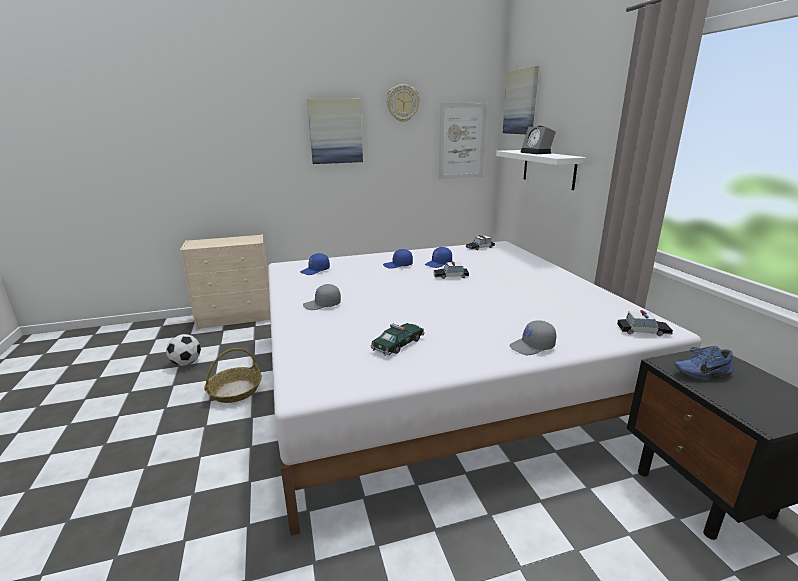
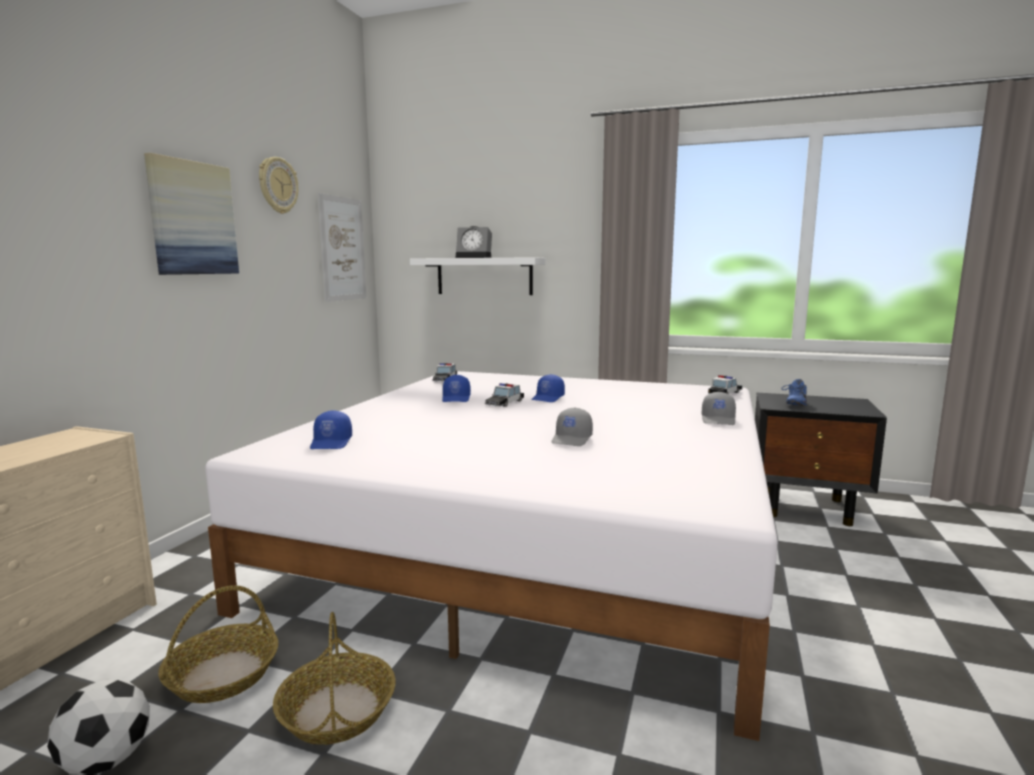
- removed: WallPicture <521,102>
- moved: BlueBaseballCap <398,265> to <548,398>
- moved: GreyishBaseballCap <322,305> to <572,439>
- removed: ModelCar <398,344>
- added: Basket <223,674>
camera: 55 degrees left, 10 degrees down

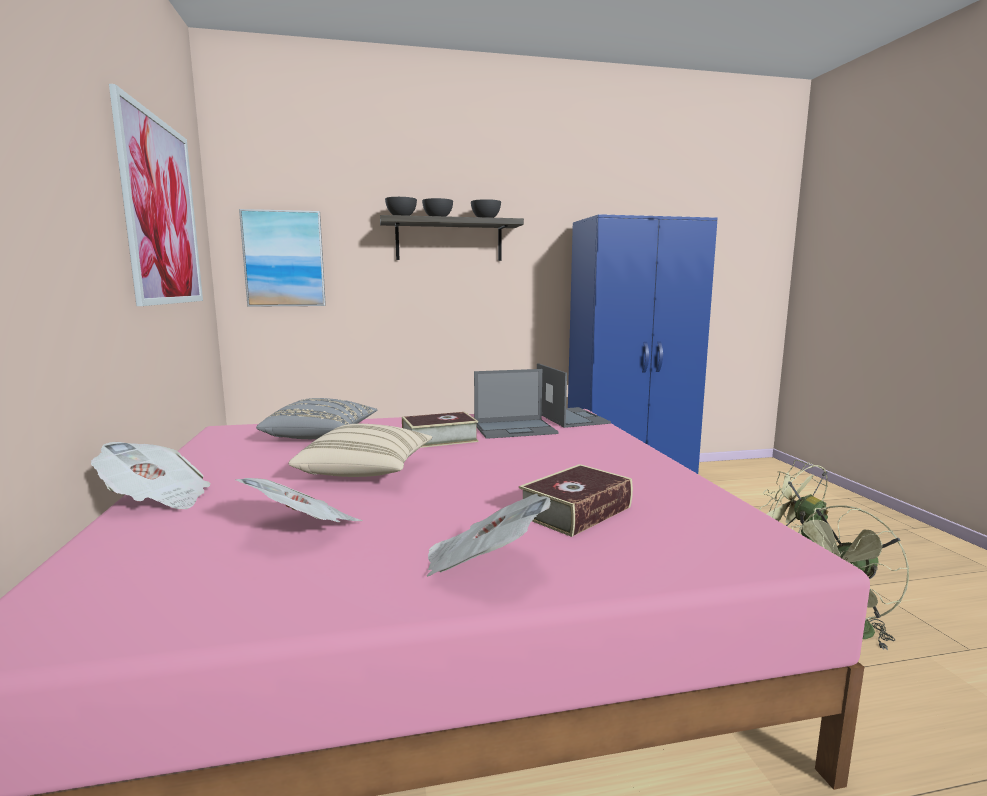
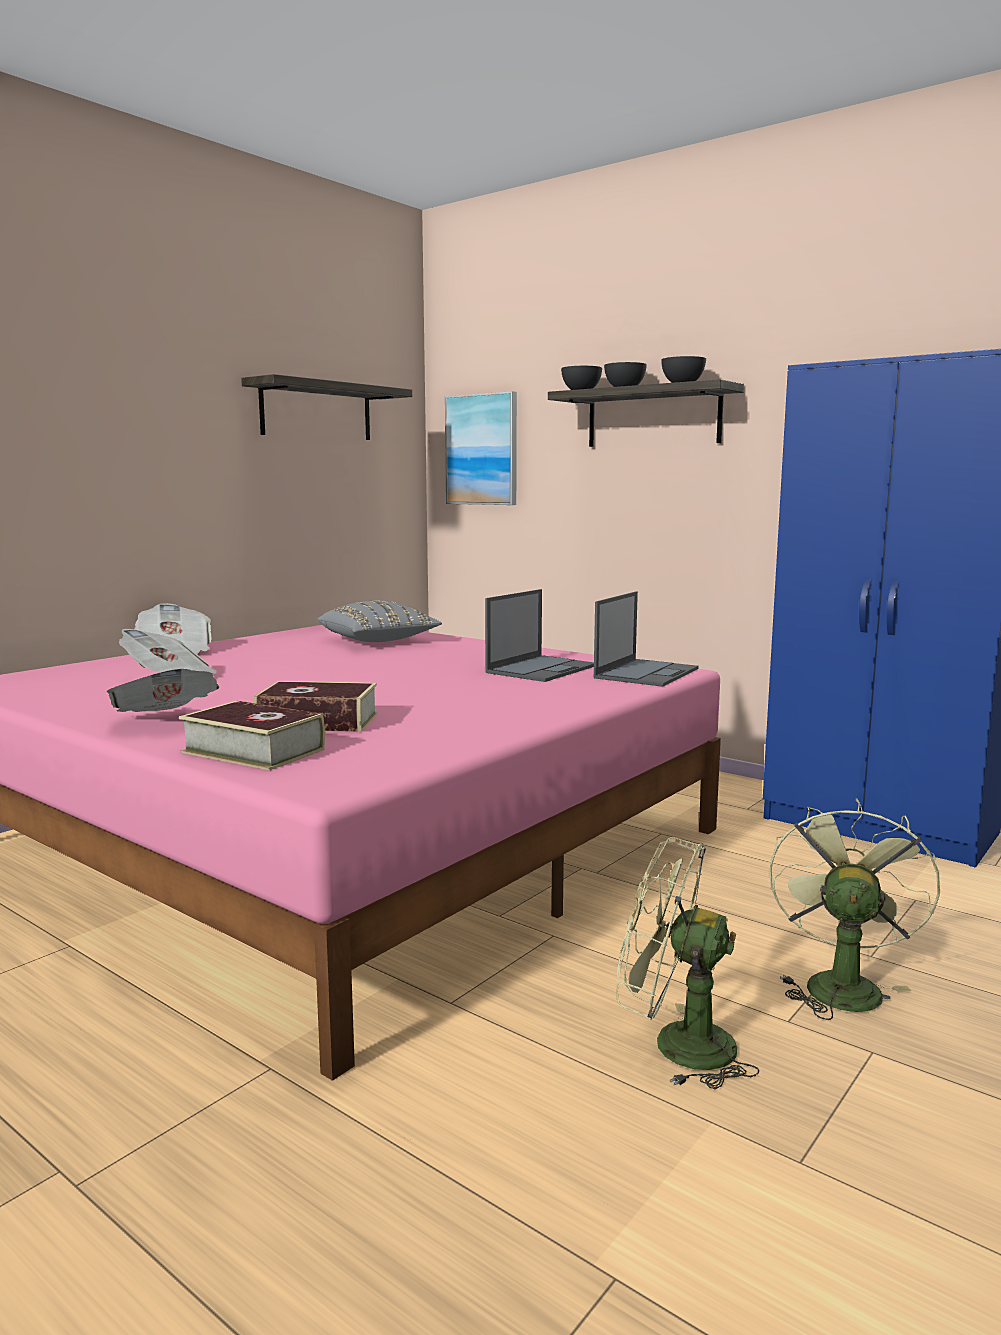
- replaced: WallPicture <162,212> to Shelf <316,411>
- turned: NotebookComputer <515,429> = <542,669> 90 degrees counterclockwise
- moved: Volume <439,439> to <253,750>
- removed: BeigeColouredPillow <366,471>
camera: 50 degrees right, 0 degrees up

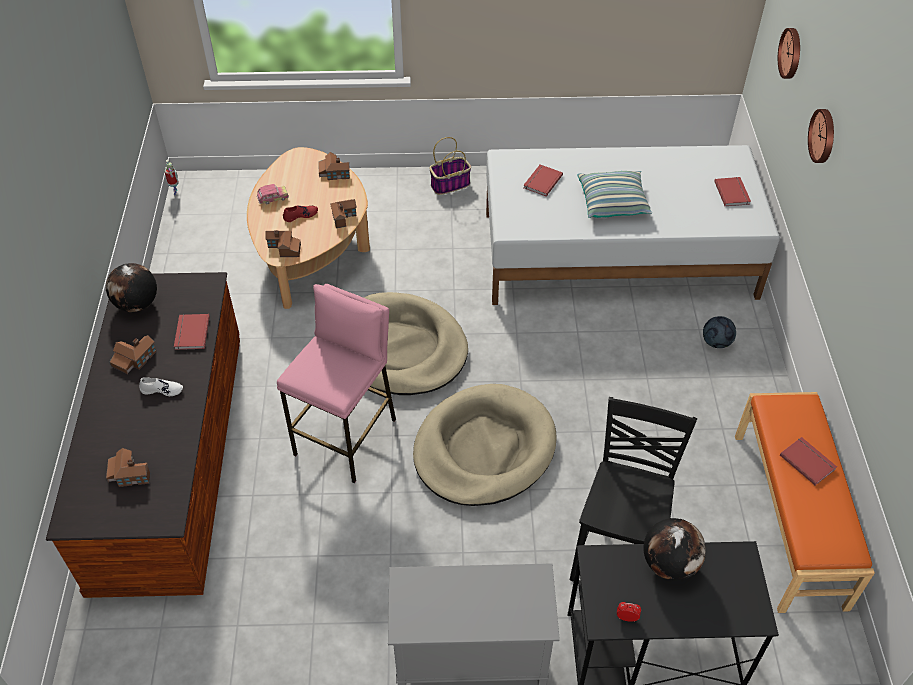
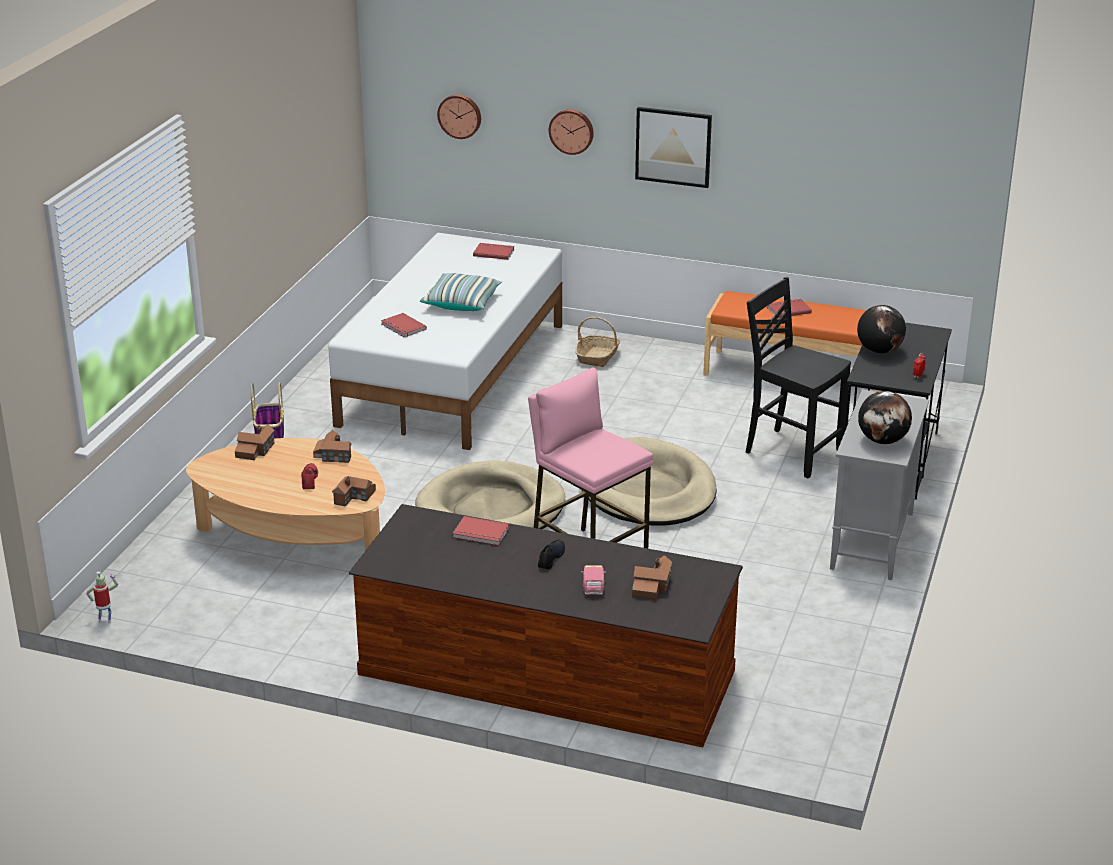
- moved: ModelCar <273,198> to <593,585>
- moved: Globe <137,304> to <883,441>
- replaced: BallForFootball <716,343> to Basket <597,356>
- removed: ToyHouse <134,359>
- recoloured: WhitishItemOfFootwear <162,389> to BlackColouredItemOfFootwear <550,558>
- added: WallPicture <673,146>
camera: 70 degrees left, 20 degrees down

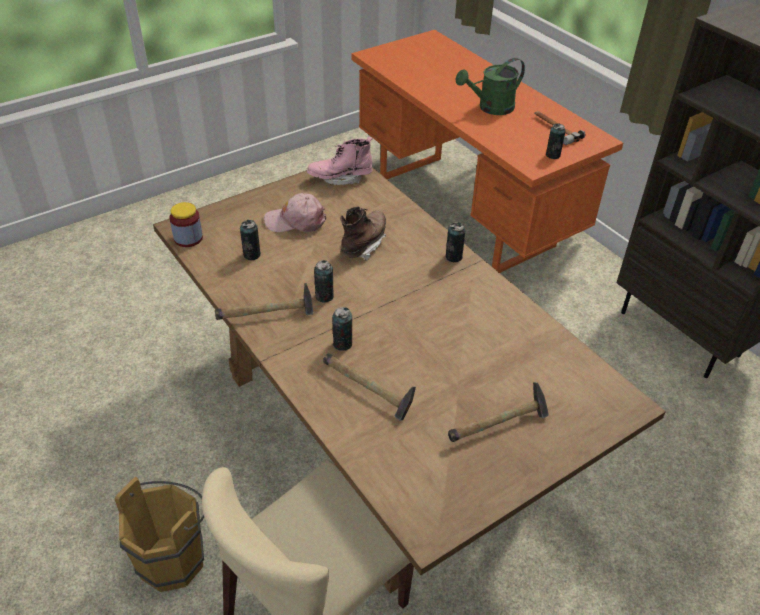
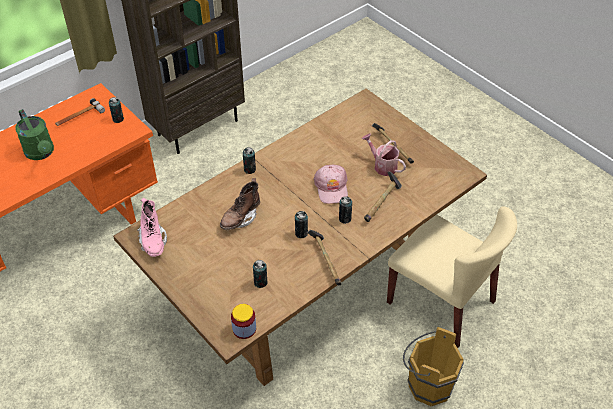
- moved: PinkishBaseballCap <296,220> to <331,187>
- turned: BrownishHighTopBoot <363,244> = <241,218> 75 degrees counterclockwise
- added: WateringPot <382,165>
camera: 95 degrees left, 5 degrees up

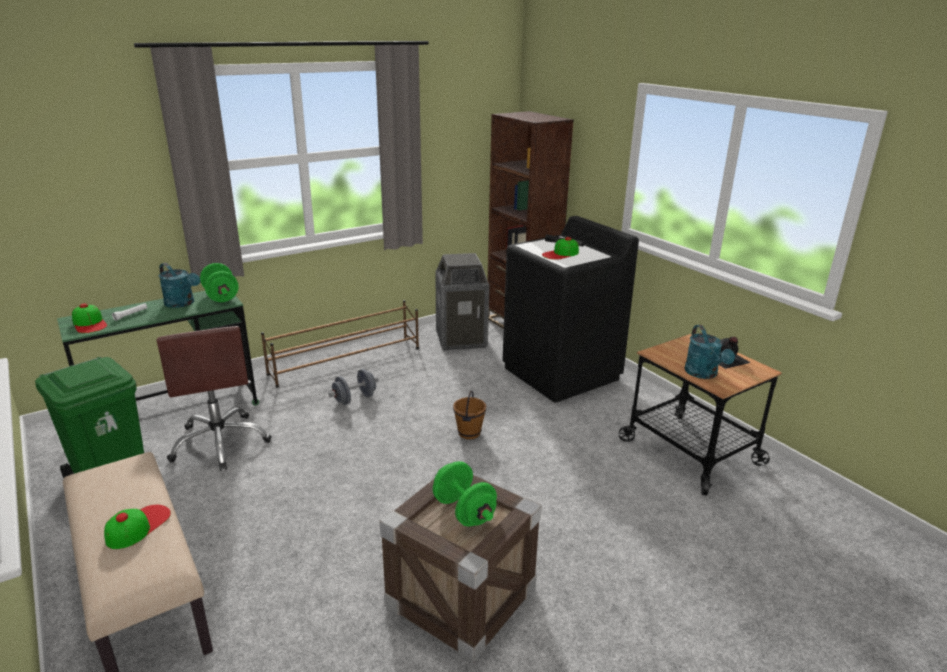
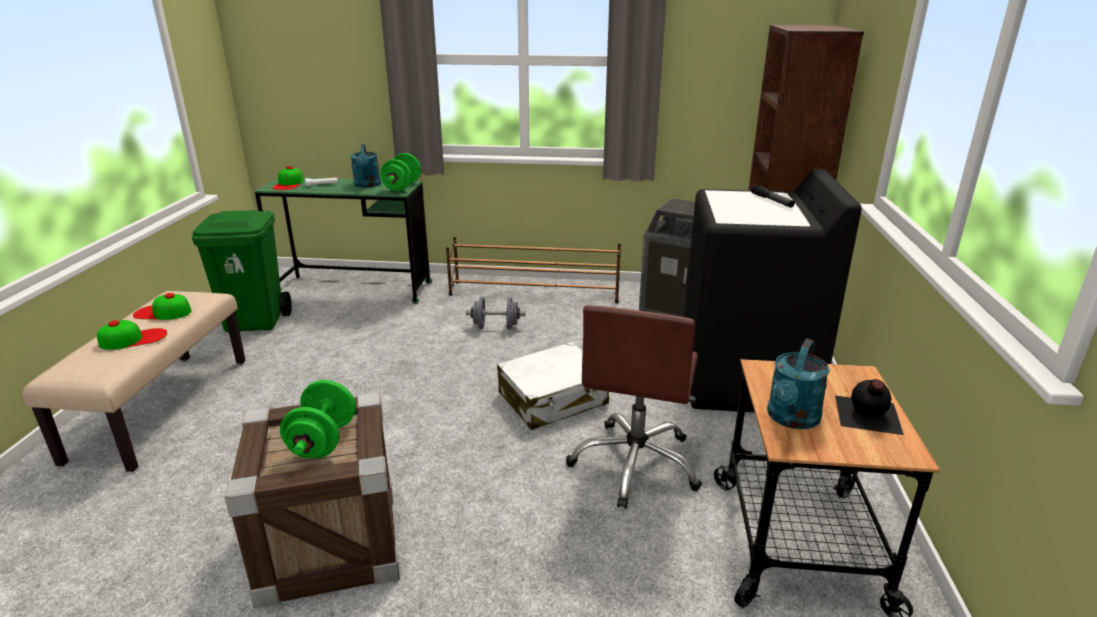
- moved: BaseballCap <560,254> to <162,312>
- moved: BrownishComputerChair <220,442> to <636,464>
- replaced: BrownishWaterBucket <468,433> to WhitishPieceOfLuggage <553,399>
camera: 40 degrees right, 0 degrees up

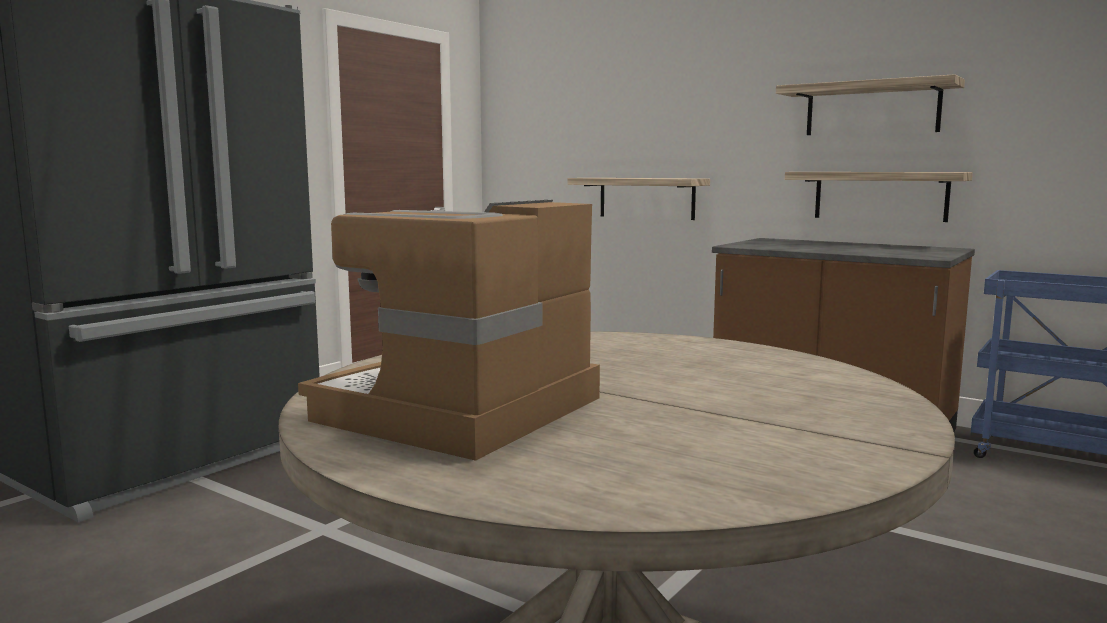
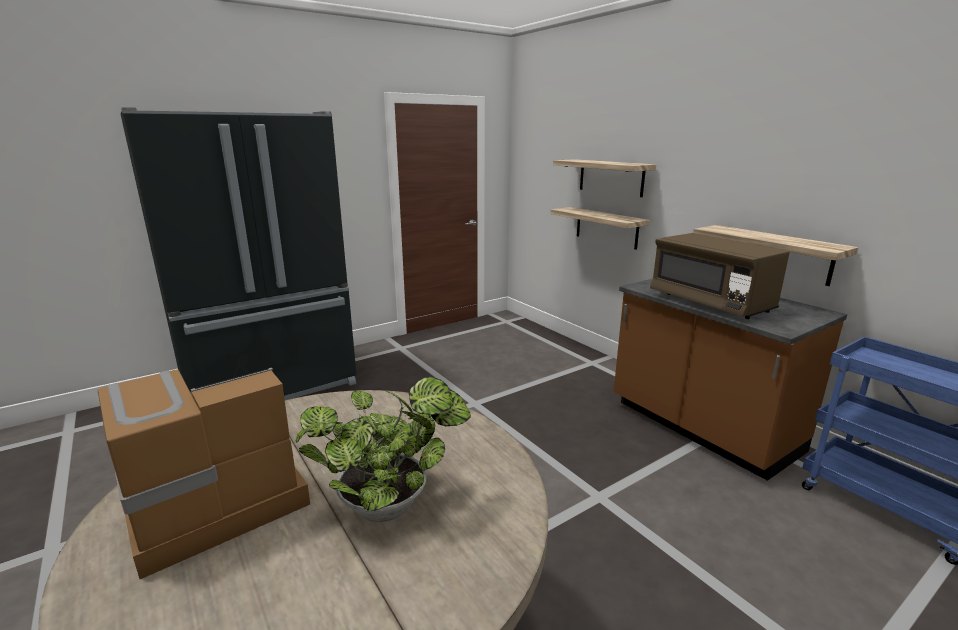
- moved: Shelf <872,109> to <611,177>
- added: BrownishMicrowaveOven <710,303>
- added: Houseplant <391,505>
camera: 20 degrees right, 10 degrees up

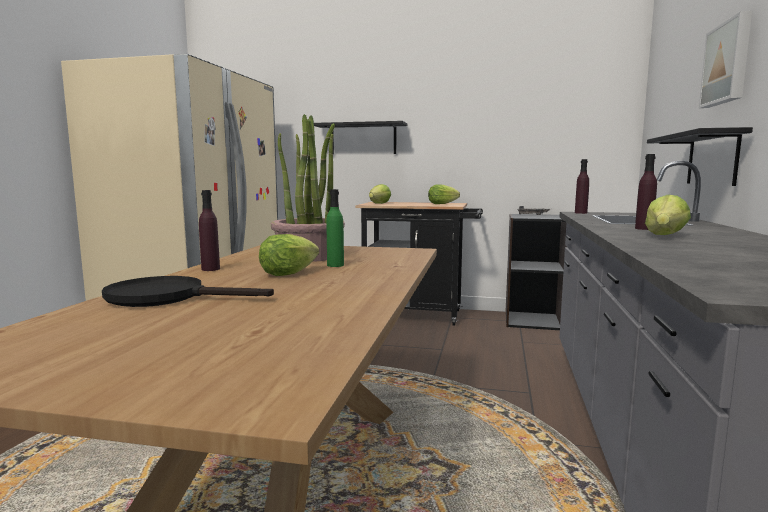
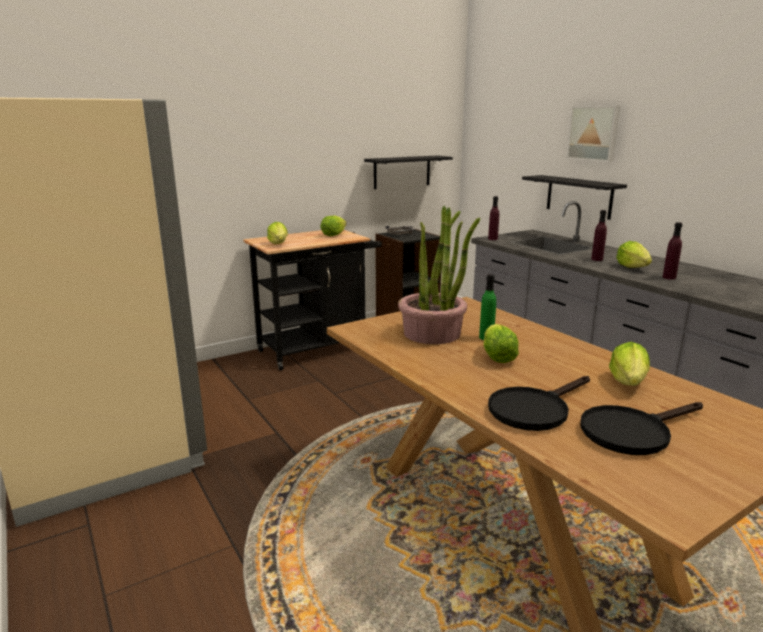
- moved: BlackColouredShelf <363,139> to <402,172>
- moved: PurpleColouredBottle <210,269> to <669,277>
- added: Lettuce <628,382>
- added: BlackColouredPan <632,432>
camera: 45 degrees left, 10 degrees up

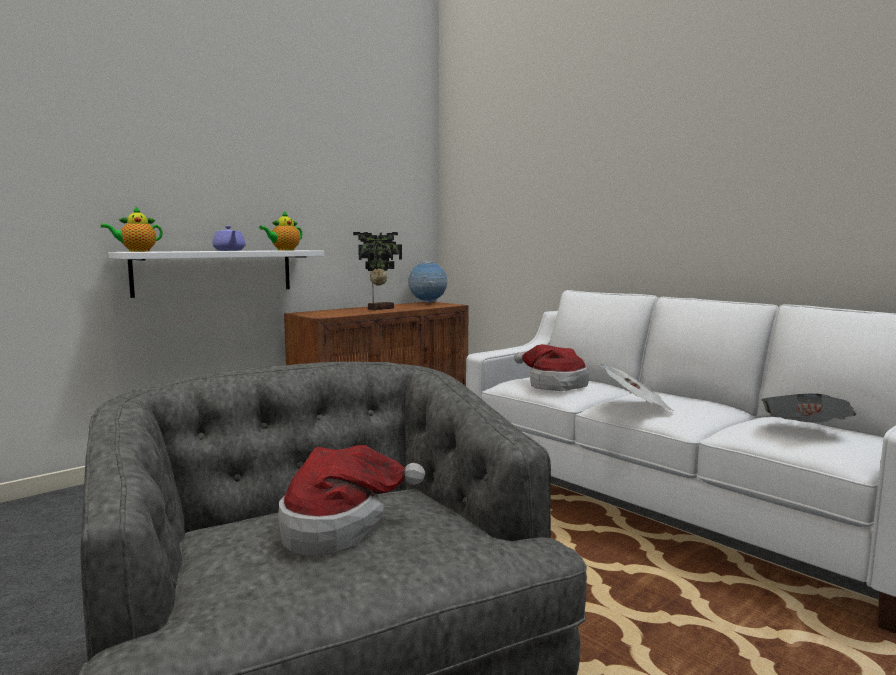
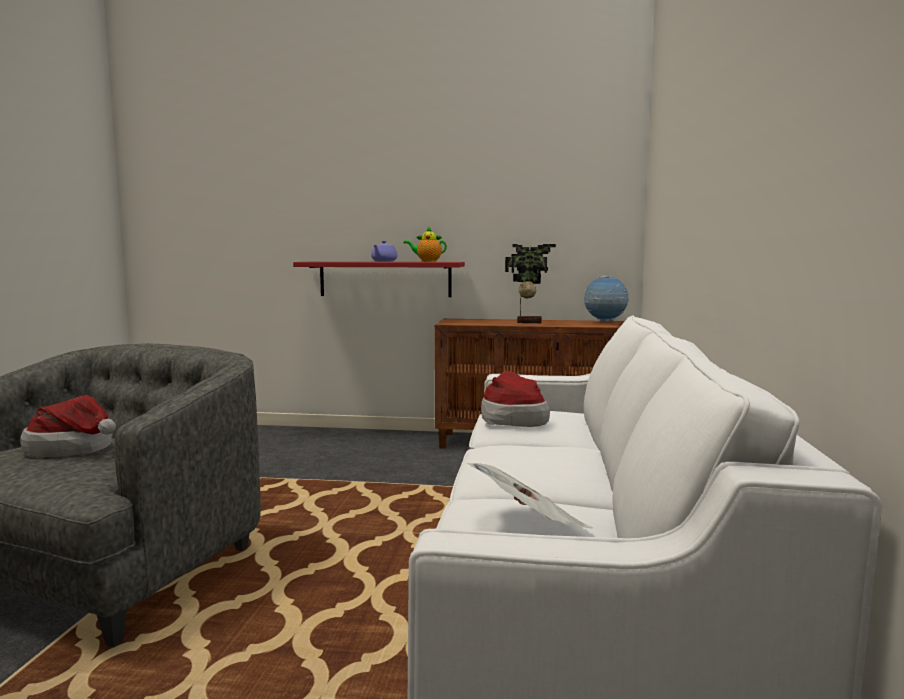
- removed: TeaPot <136,251>
- recoloured: WhitishShelf <215,272> to RedColouredShelf <385,279>
- removed: Newspaper <635,406>
camera: 50 degrees right, 0 degrees up

